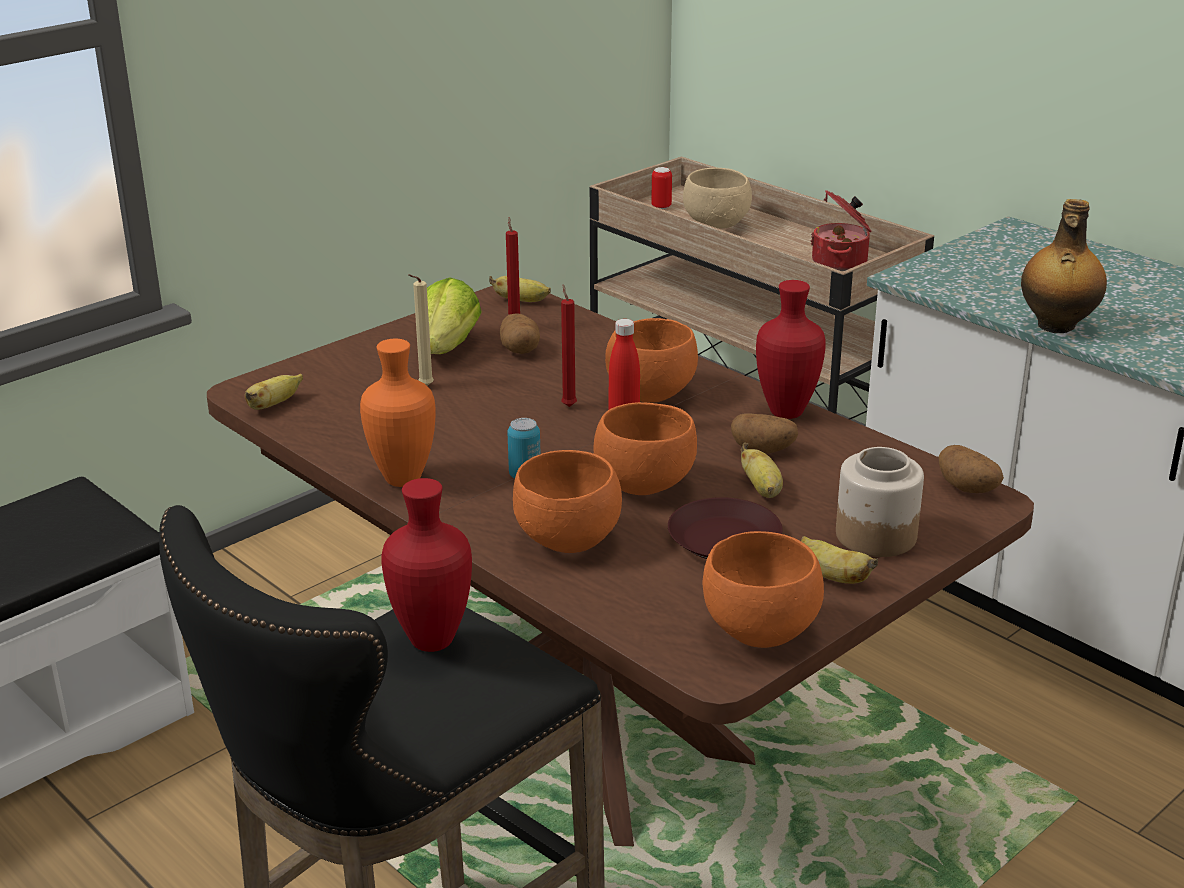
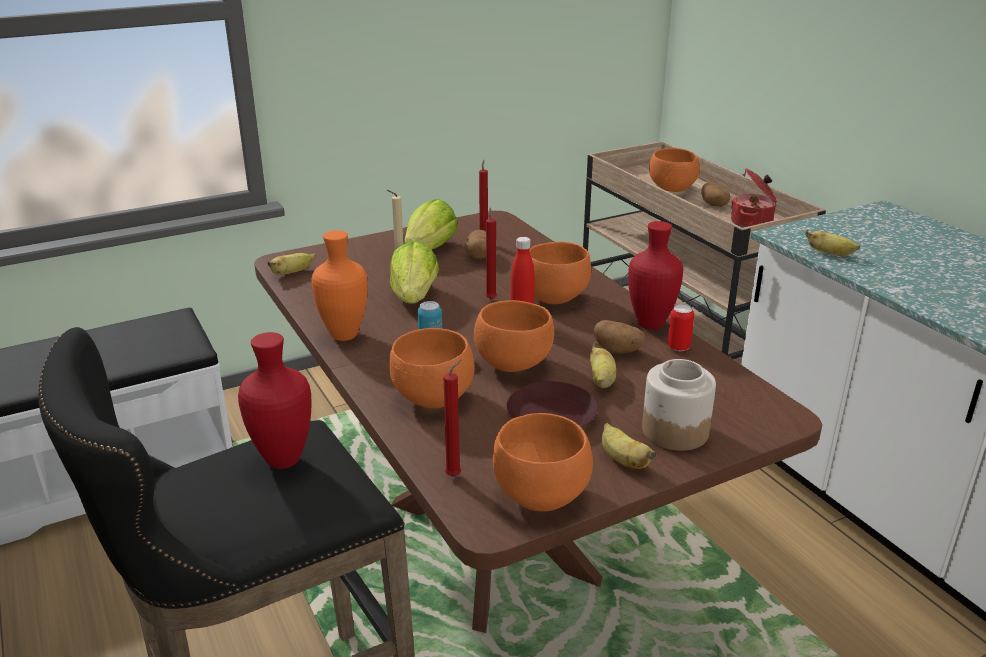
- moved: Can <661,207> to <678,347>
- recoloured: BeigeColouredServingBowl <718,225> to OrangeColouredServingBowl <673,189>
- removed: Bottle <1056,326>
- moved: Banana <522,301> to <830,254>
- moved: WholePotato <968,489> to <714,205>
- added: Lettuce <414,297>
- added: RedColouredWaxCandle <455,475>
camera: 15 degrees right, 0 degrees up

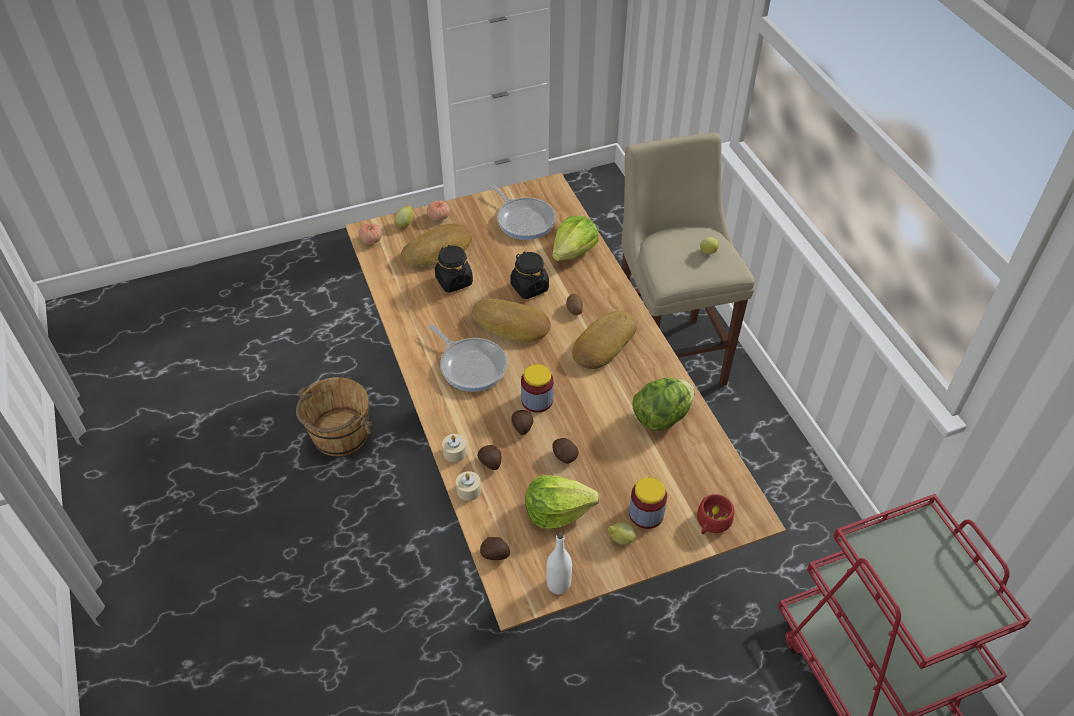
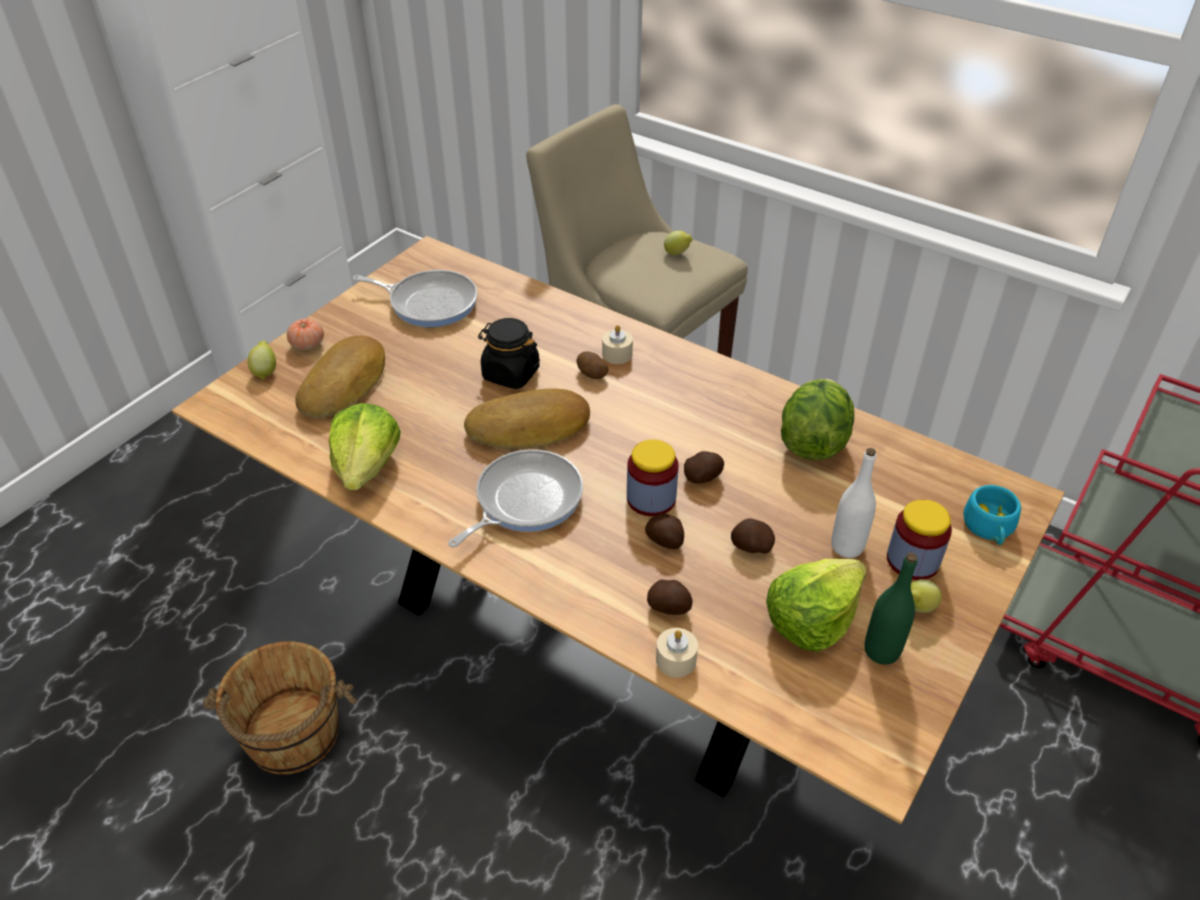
- moved: Lettuce <574,252> to <367,466>
- removed: WholeTomato <371,240>
- removed: BlackColouredPreserveJar <454,281>
- removed: BakedBread <602,343>
- turned: Pan <471,365> = <524,500> 60 degrees counterclockwise
- moved: BeigeColouredWaxCandle <455,452> to <617,354>
- recoloured: RedColouredSmallCup <712,523> to BlueGreenSmallCup <989,528>
- moved: WhitishBottle <558,584> to <847,546>
- moved: WholePotato <495,554> to <703,477>
- added: GreenBottle <881,651>
camera: 35 degrees left, 5 degrees down

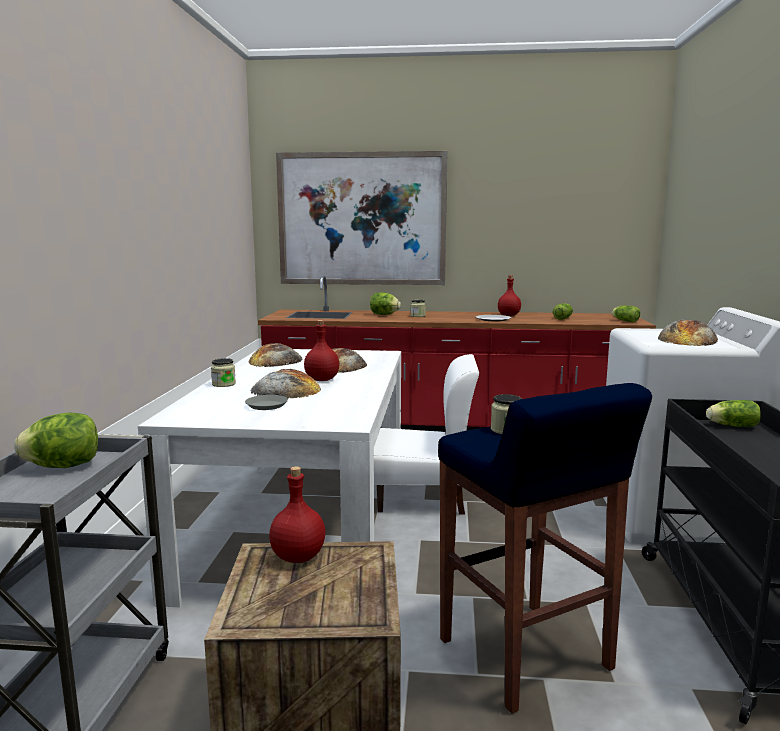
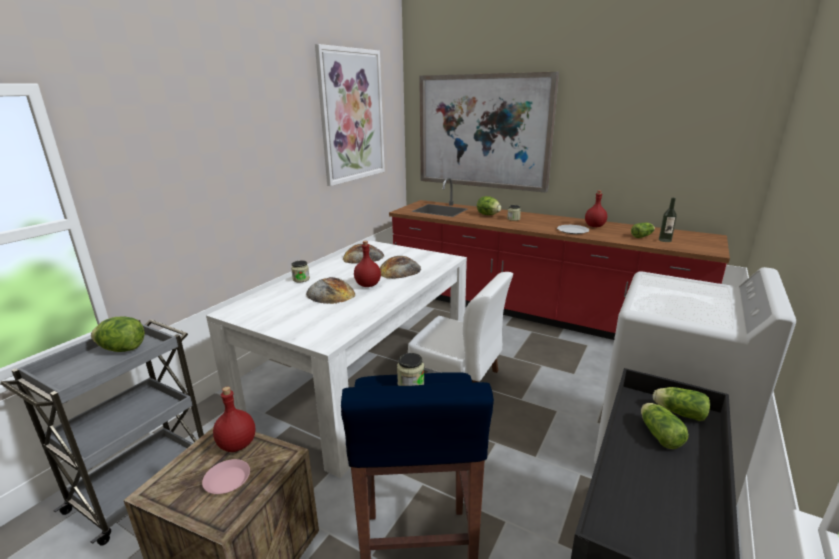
- moved: Lettuce <624,321> to <658,434>
- removed: BakedBread <687,339>
- removed: GreyishDinnerPlate <266,405>
- added: WallPicture <352,116>
- added: Bottle <665,240>
- added: PinkishDinnerPlate <227,480>
camera: 25 degrees right, 10 degrees up

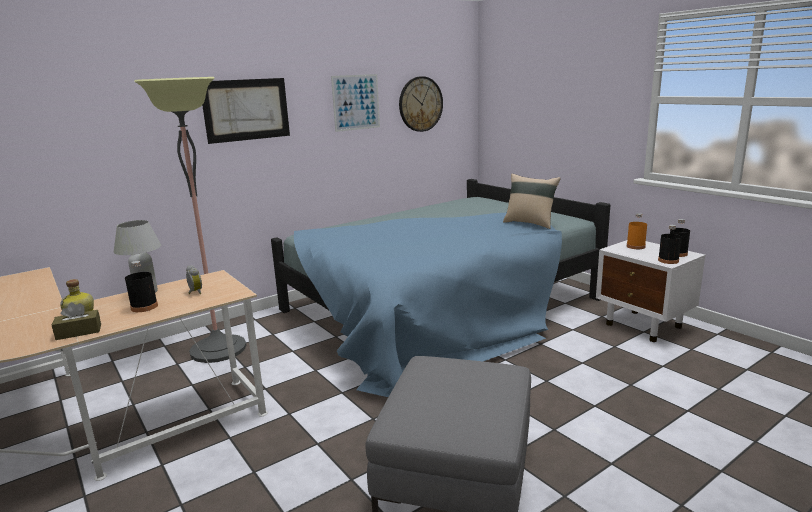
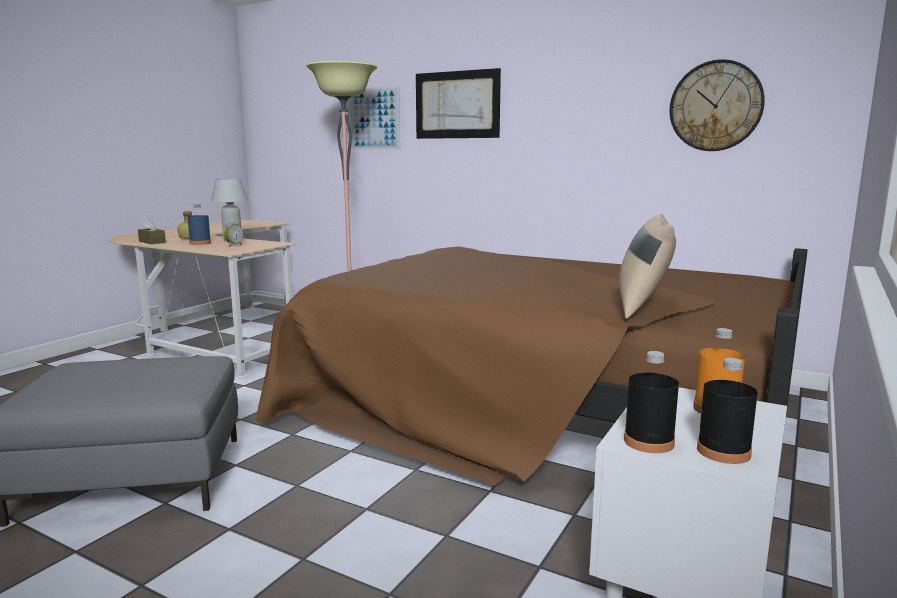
- moved: WallPicture <356,102> to <374,119>
- recoloured: BlueBedroomBed <440,309> to BrownishBedroomBed <539,405>
- recoloured: BlackColouredBottle <144,307> to BlueBottle <200,243>
camera: 65 degrees right, 5 degrees down

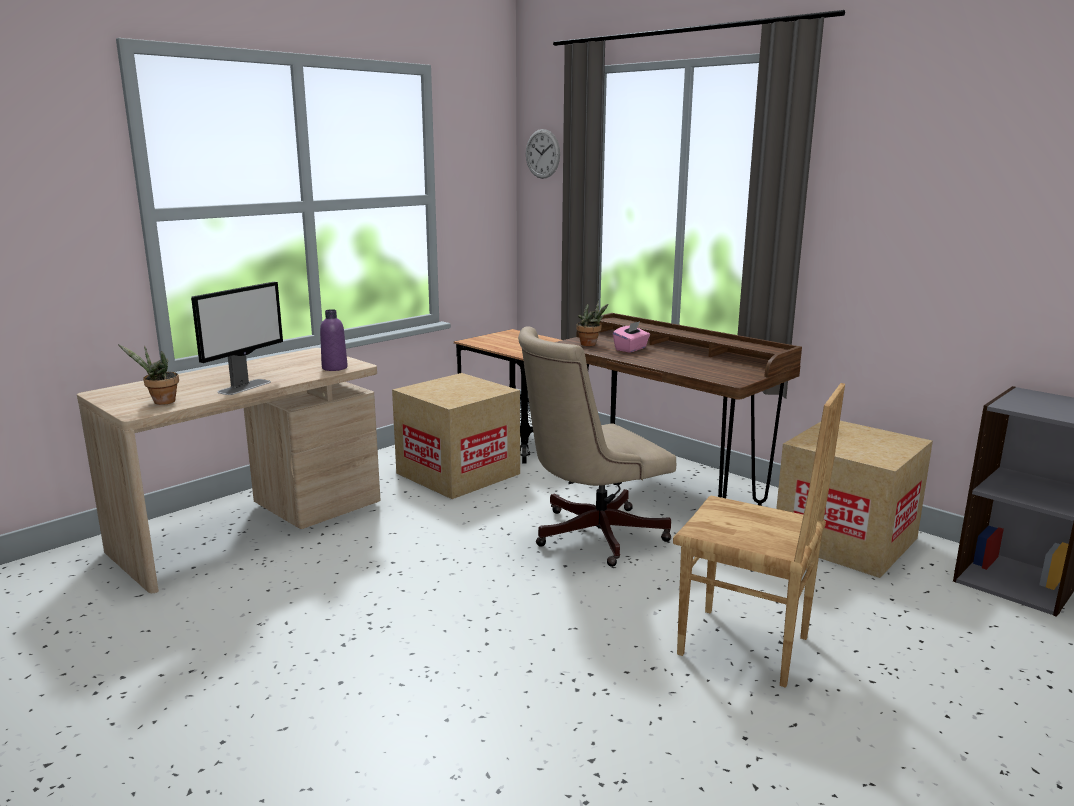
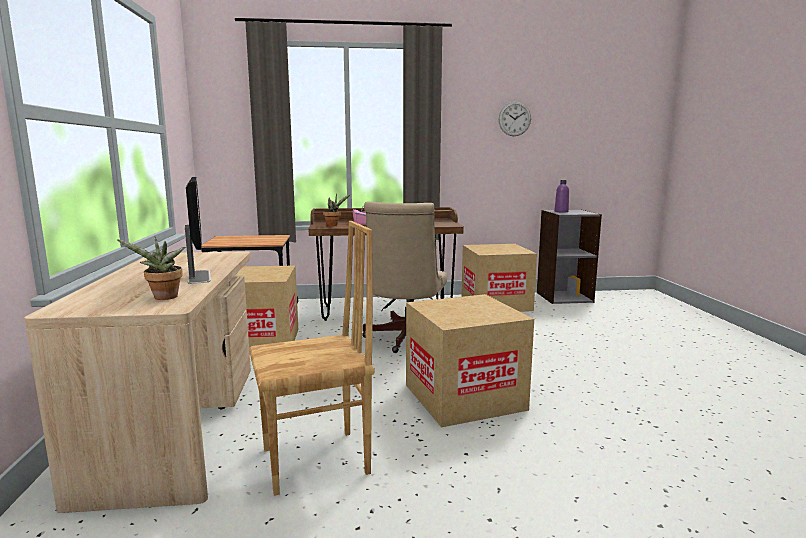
- moved: ClockOnTheWall <542,154> to <514,119>
- moved: PurpleColouredBottle <334,368> to <561,211>
- moved: BrownishPlainChair <743,647> to <317,462>
- added: Carton <464,397>
camera: 50 degrees left, 5 degrees down

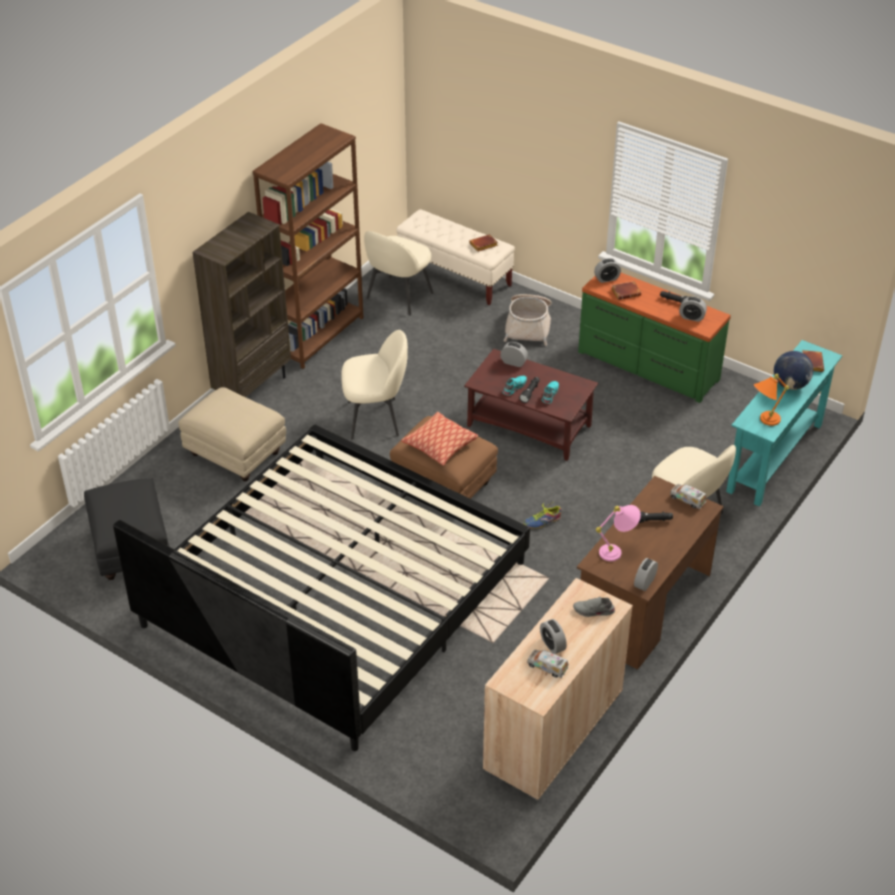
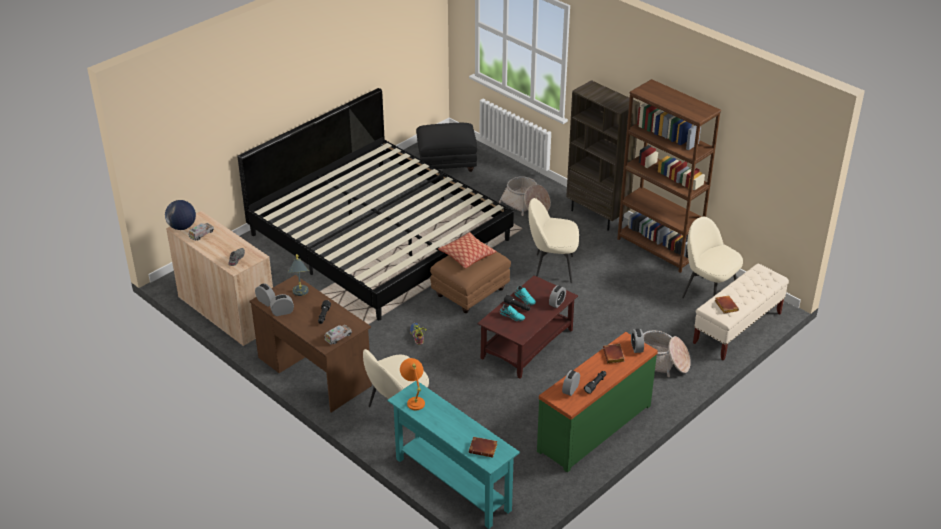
- turned: BeigeColouredPlainChair <375,418> = <552,268> 90 degrees clockwise
- moved: Globe <790,385> to <182,227>
- replaced: BeigeColouredPouffe <236,454> to Basket <526,205>
- recoloured: PinkishTabletopLamp <618,551> to GreyishTabletopLamp <300,294>
- moved: BedsideClock <552,645> to <282,312>
camera: 100 degrees right, 5 degrees down

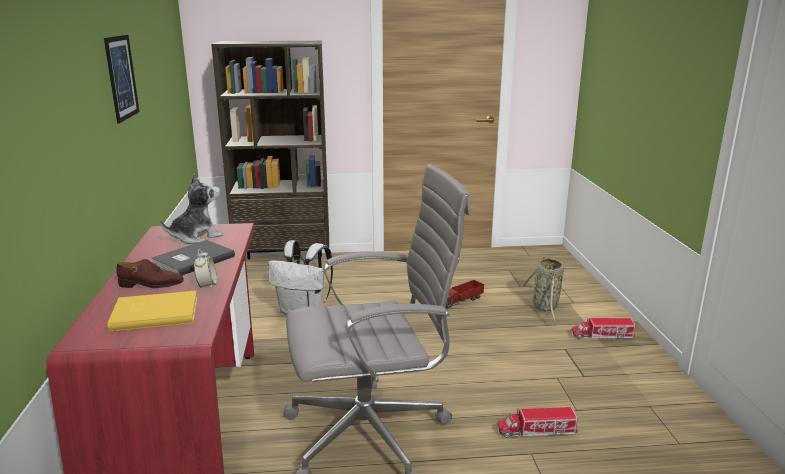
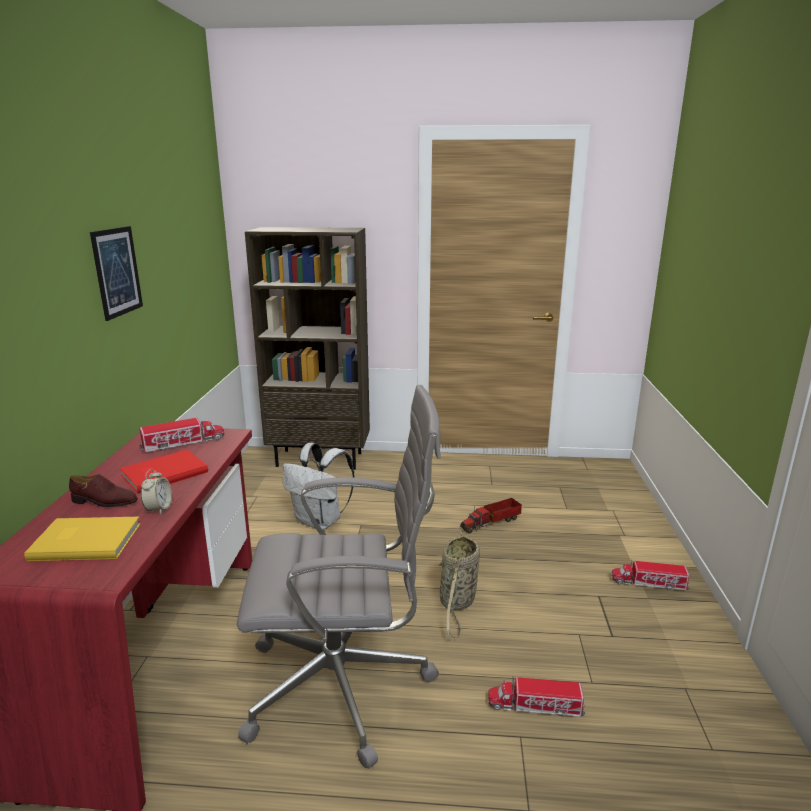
- replaced: PlushToy <196,237> to ToyTruck <183,443>
- recoloured: GreyishVolume <192,260> to RedColouredVolume <162,473>
- moved: Basket <545,308> to <457,603>
camera: 10 degrees right, 0 degrees up

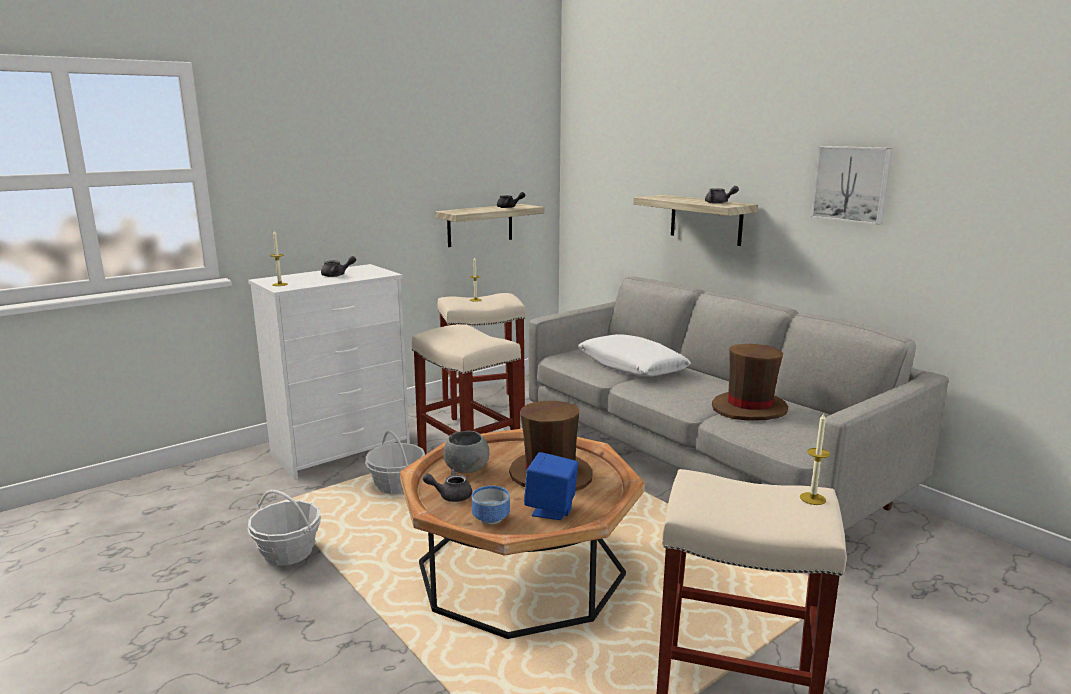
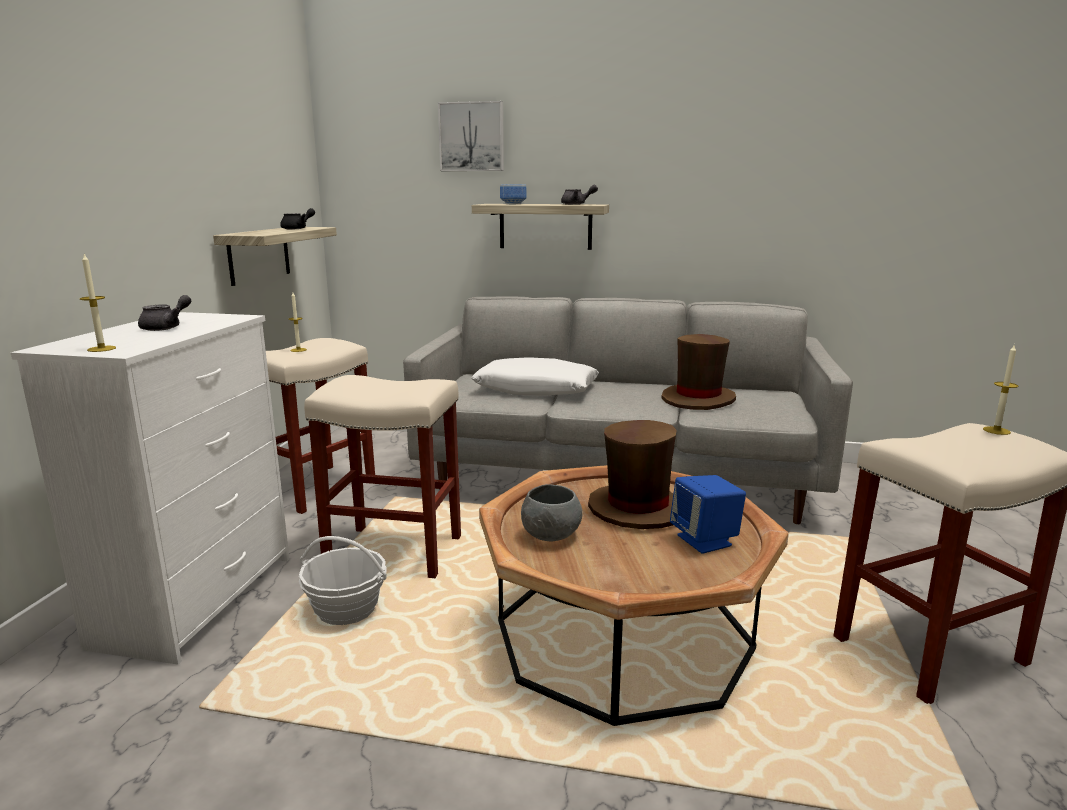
- moved: WallPicture <852,184> to <472,137>
- removed: GreyishTeaPot <450,495>
- moved: ServingBowl <492,517> to <513,204>
- removed: Basket <288,552>
camera: 40 degrees left, 0 degrees up

